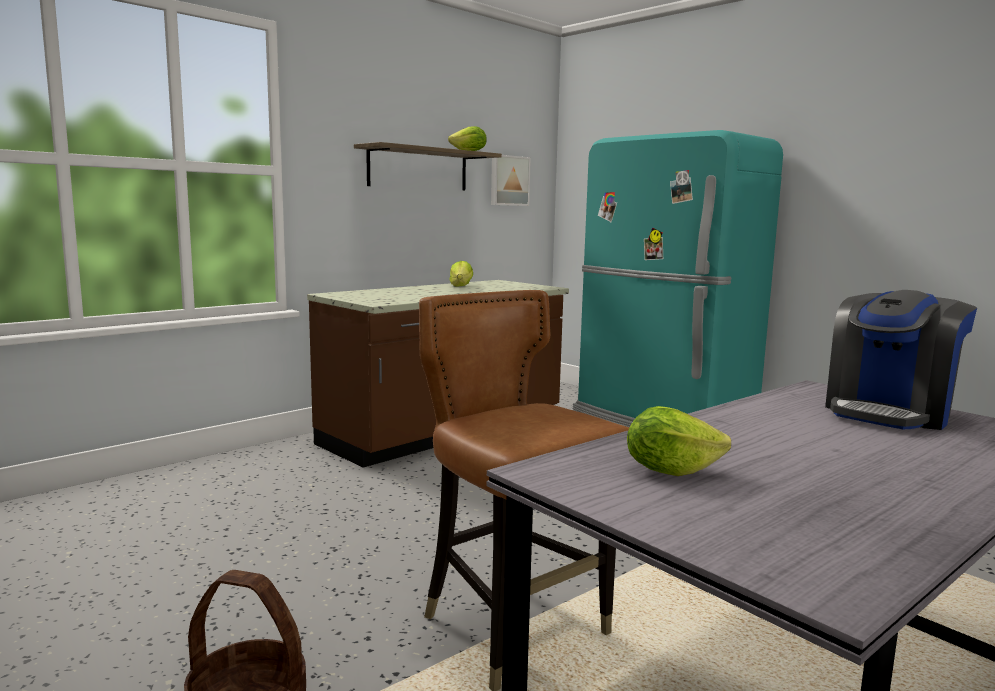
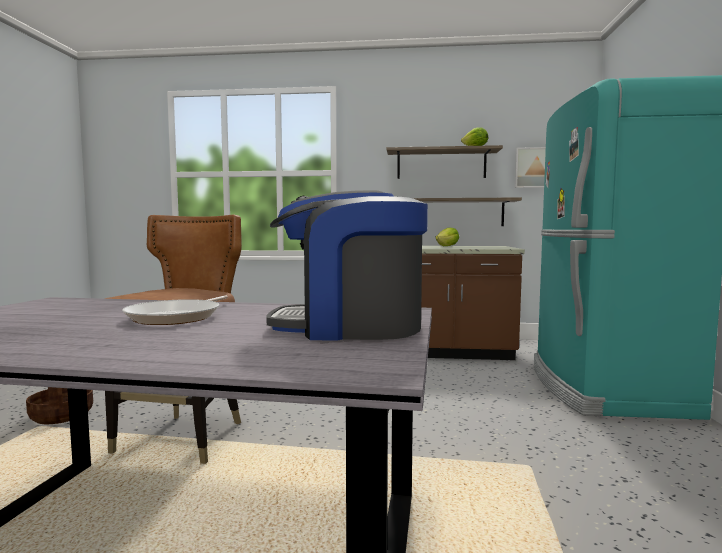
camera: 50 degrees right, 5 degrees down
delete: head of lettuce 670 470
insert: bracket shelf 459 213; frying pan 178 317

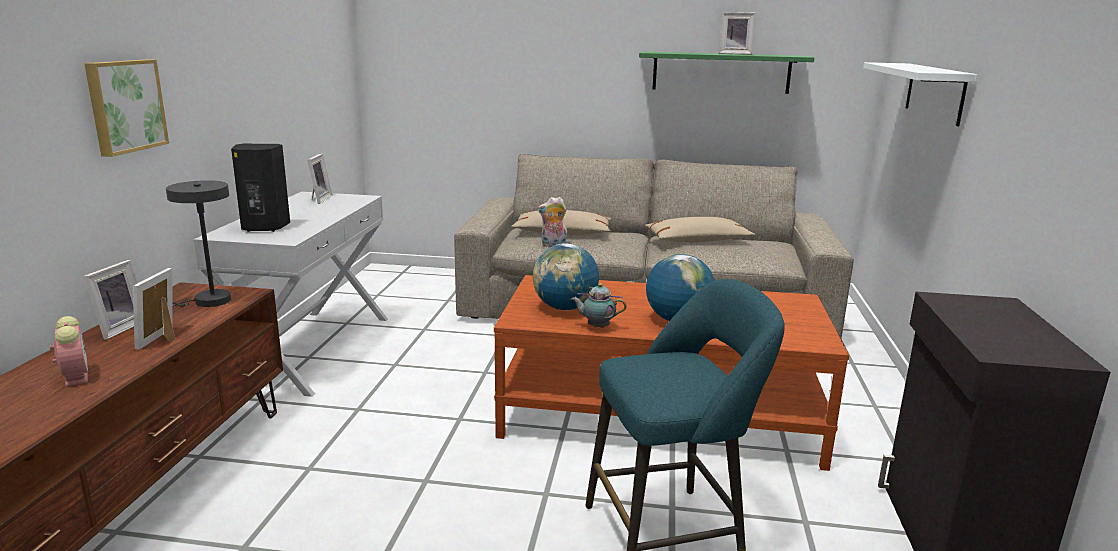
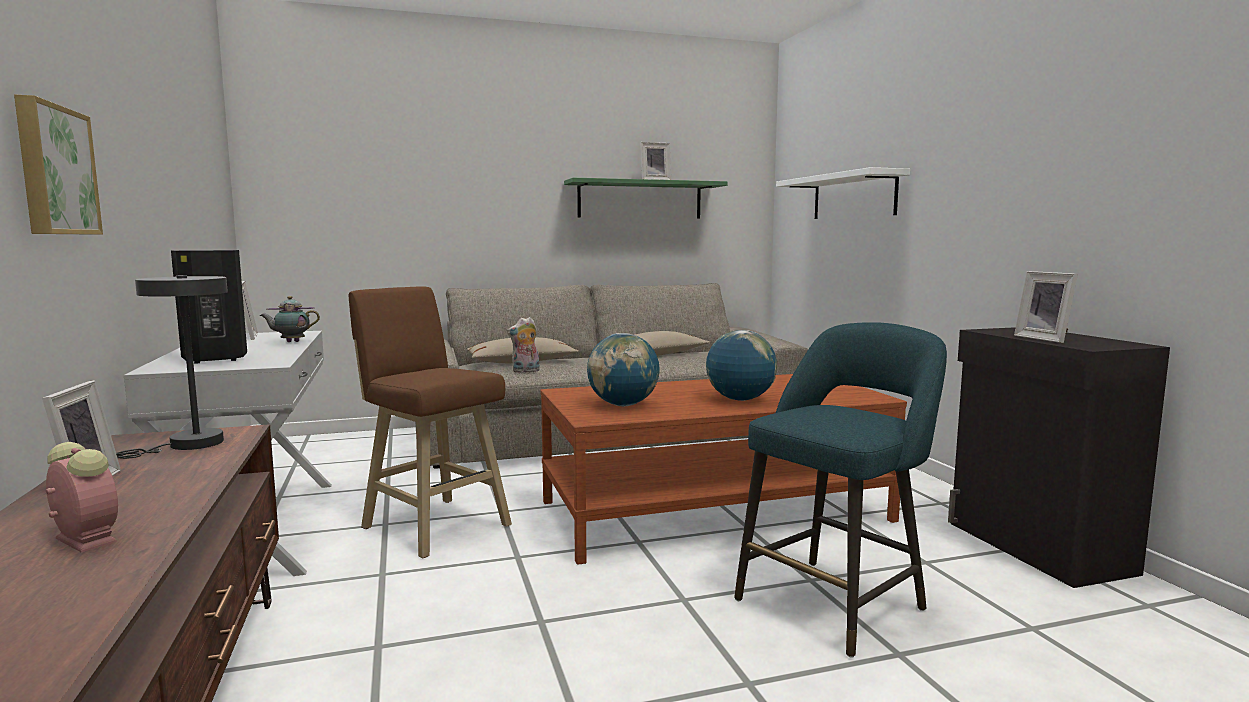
camera: 25 degrees left, 10 degrees down
insert: brownish stool seat 433 525
move: standing frame 164 339 to 1045 339; pot for tea 596 327 to 291 342

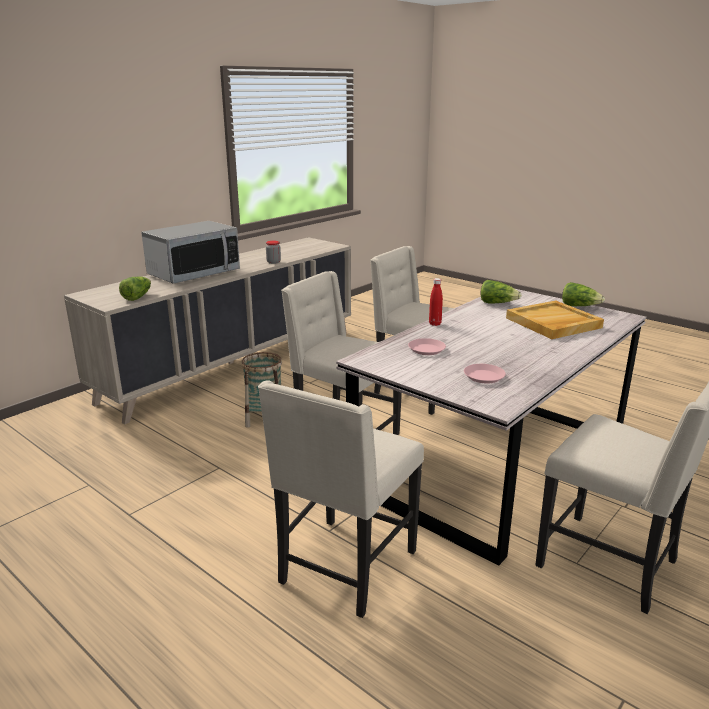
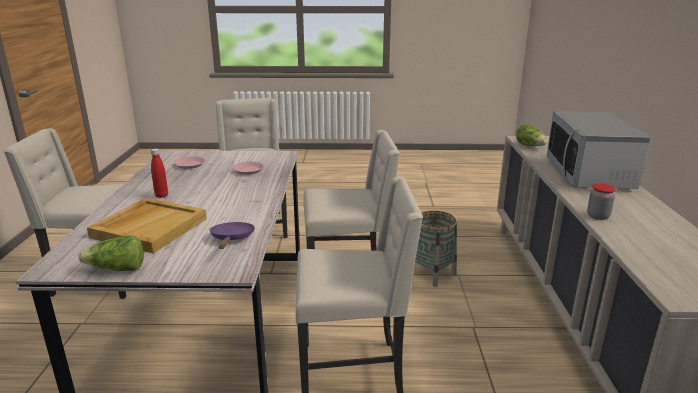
camera: 140 degrees right, 0 degrees up
move: red-coloured drink bottle 435 324 to 161 195
replace: head of lettuce 497 303 to purple frying pan 232 239

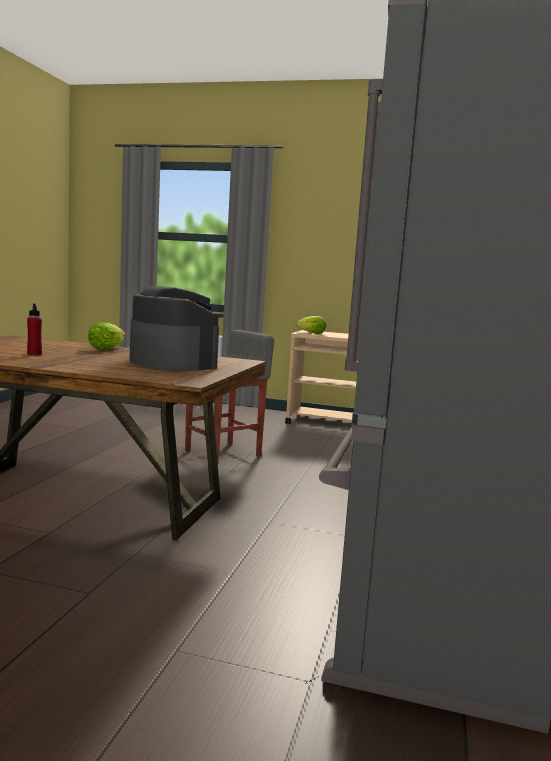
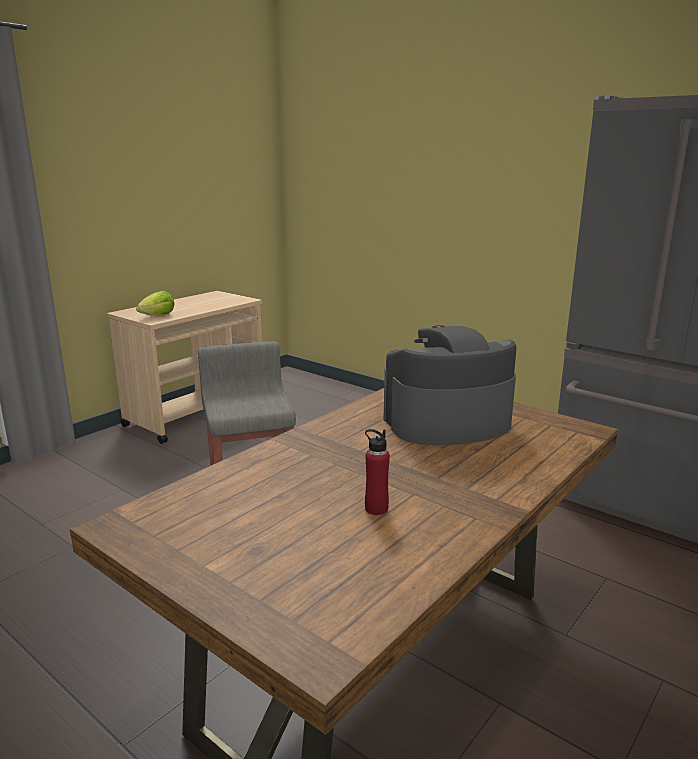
camera: 65 degrees left, 10 degrees up
delete: head of lettuce 106 349

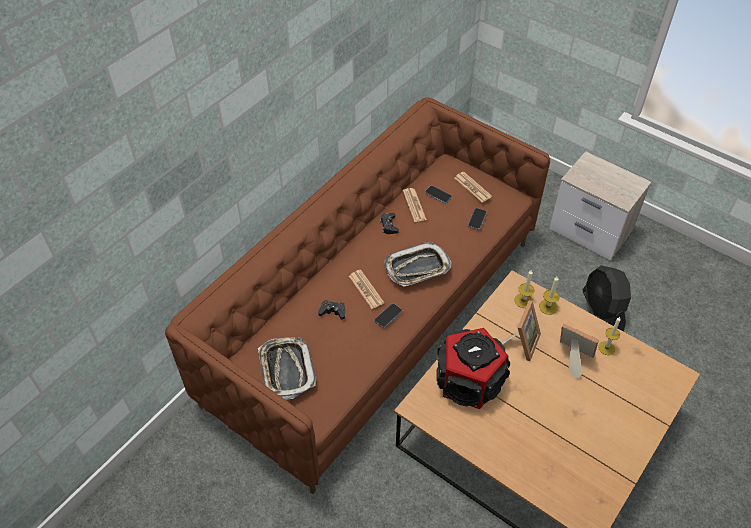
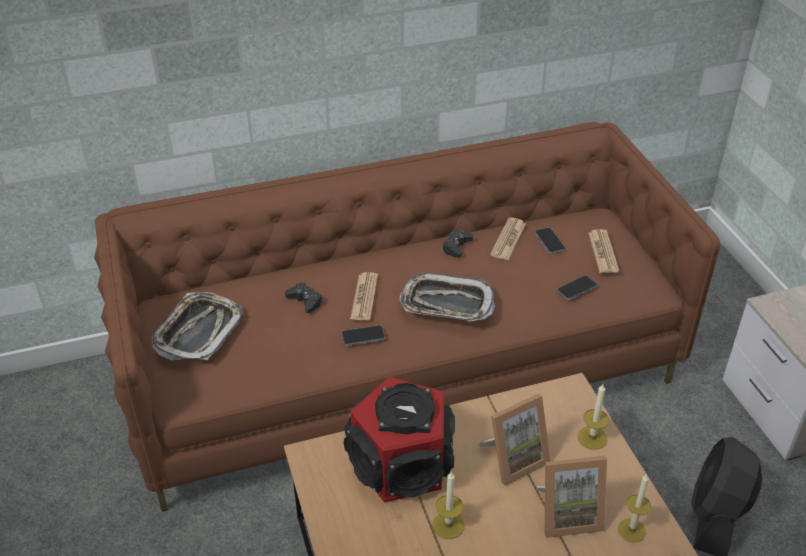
camera: 35 degrees right, 10 degrees down
move: candle 523 300 to 448 525
rotate: standing frame 572 358 = 568 514 105 degrees clockwise

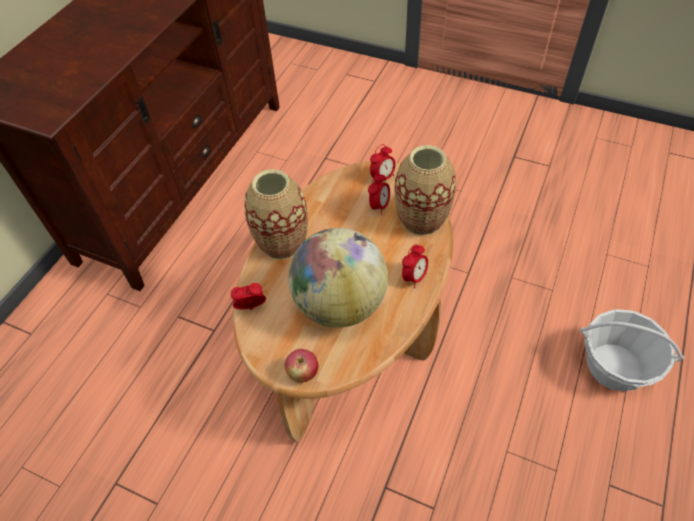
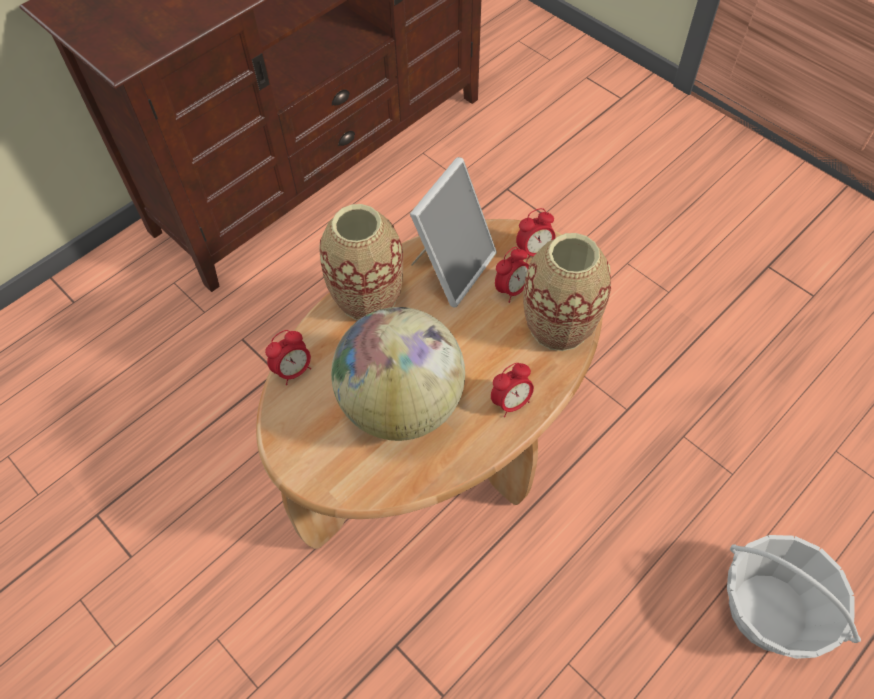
camera: 20 degrees right, 5 degrees up
delete: apple fruit 303 373
insert: standing frame 451 267
rotate: alarm clock 251 308 = 293 370 135 degrees clockwise

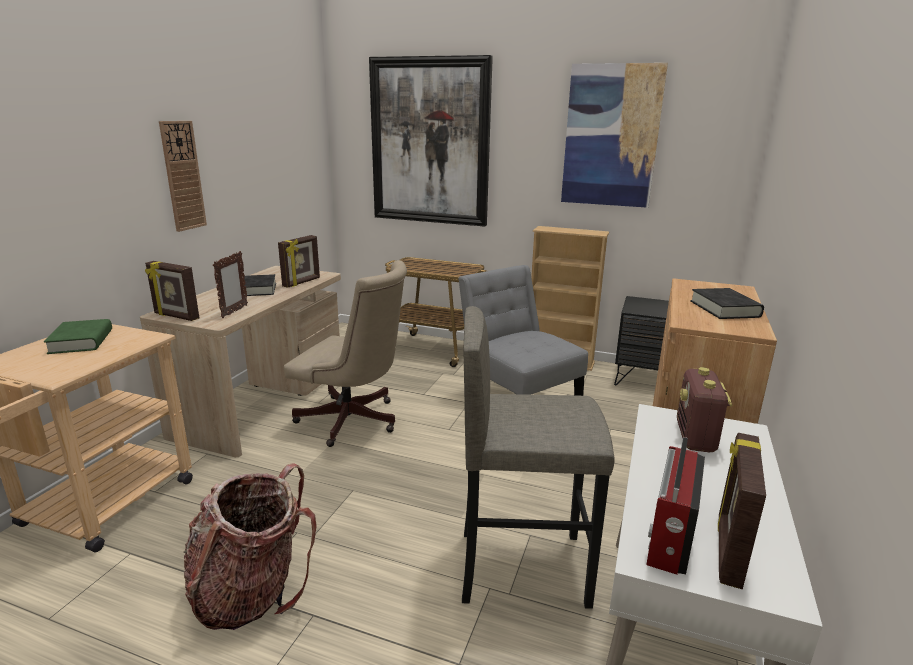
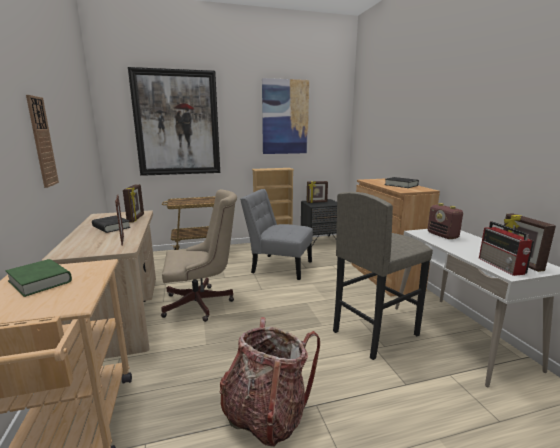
camera: 35 degrees left, 5 degrees down
move: standing frame 176 316 to 317 202

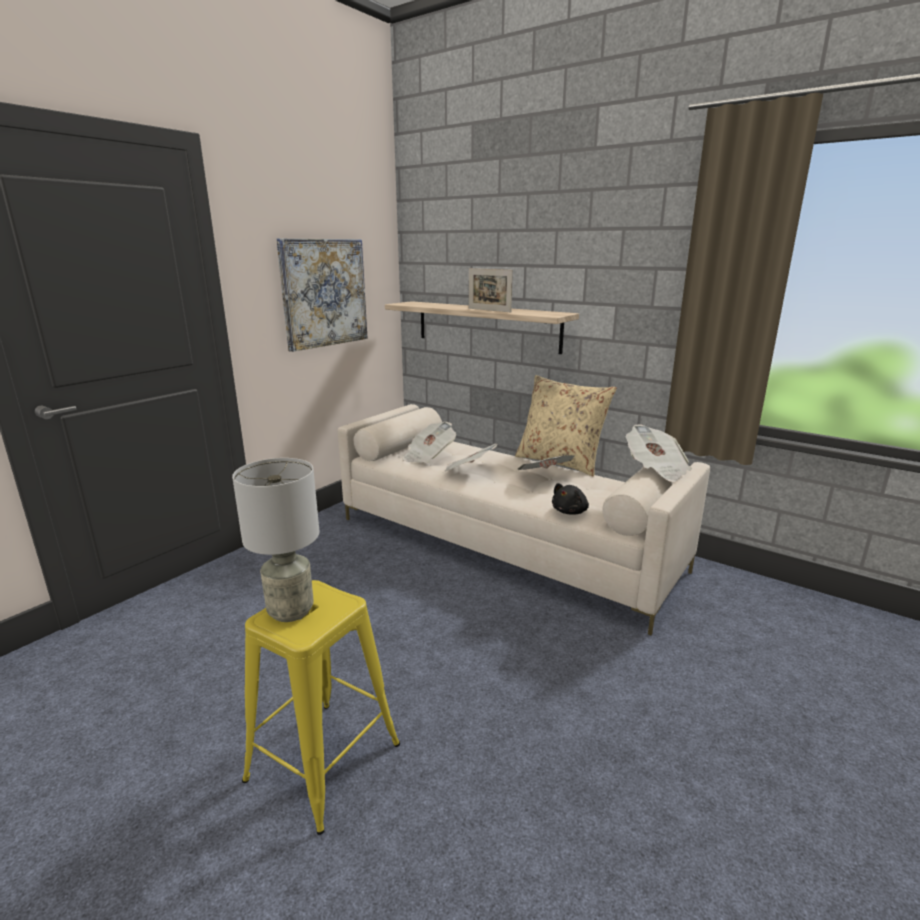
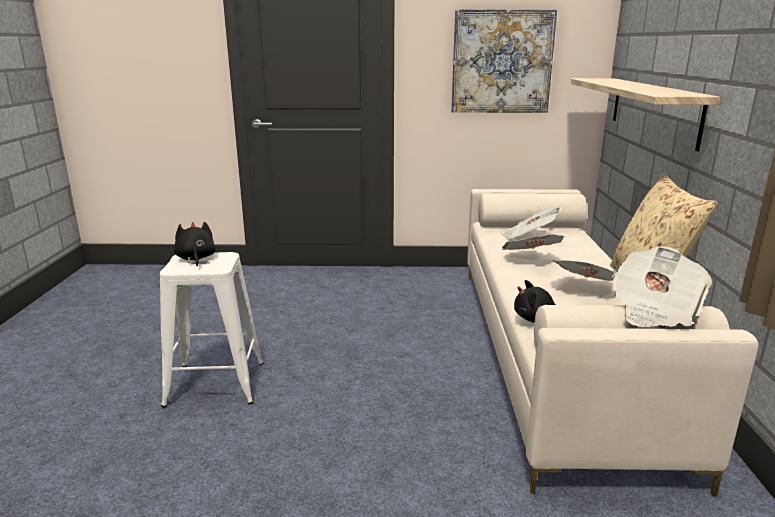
camera: 55 degrees right, 0 degrees up
delete: standing frame 489 310
replace: greyish table lamp 291 611 to black cuddly toy 195 258
recolor: yellow stool seat 323 762 to white stool seat 215 383

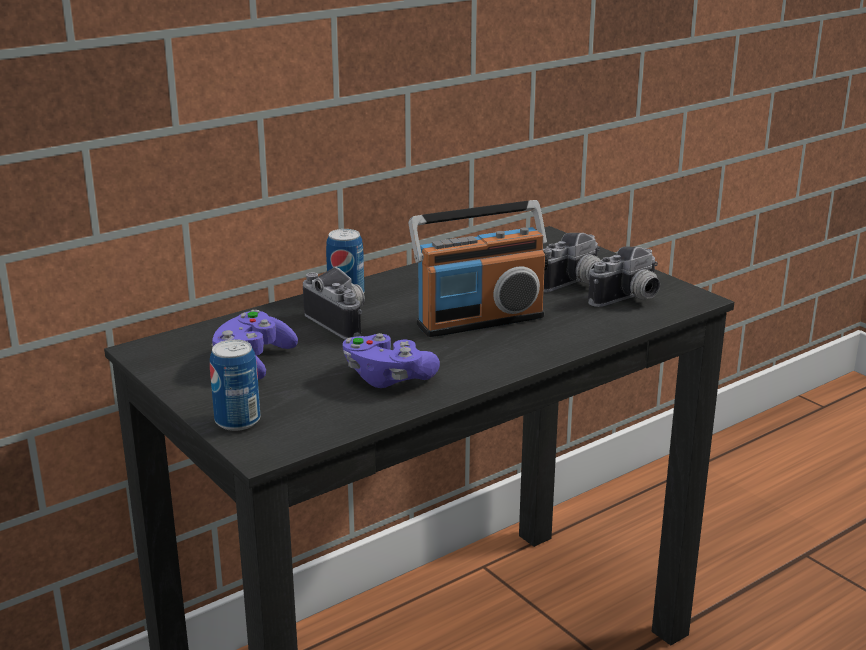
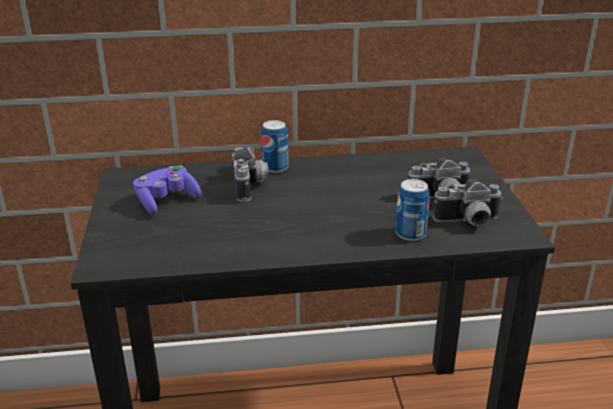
camera: 30 degrees right, 5 degrees up
delete: radio 479 320; purple game controller 388 378
move: can 237 421 to 410 233

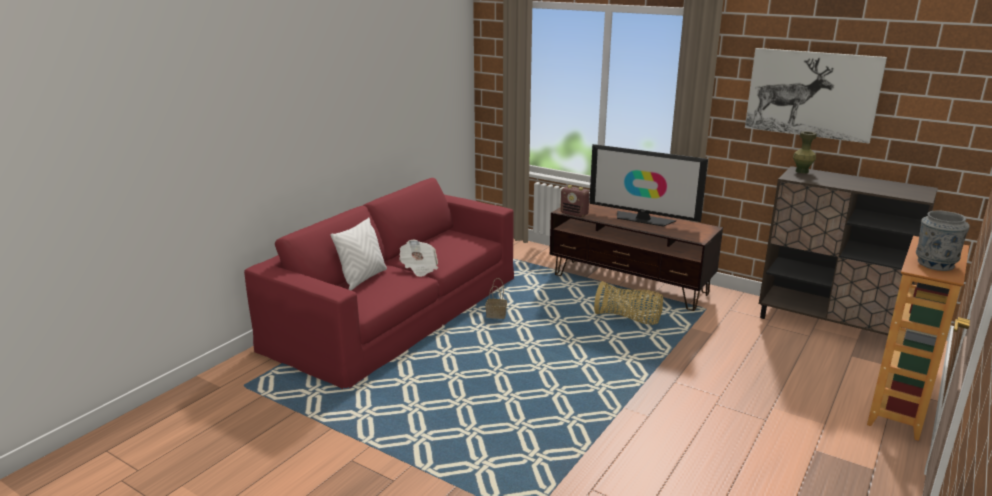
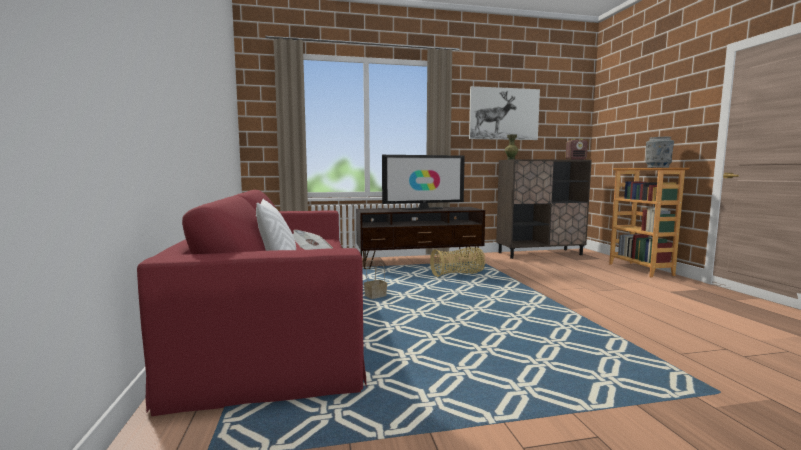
camera: 45 degrees left, 15 degrees down
move: radio 574 214 to 576 159

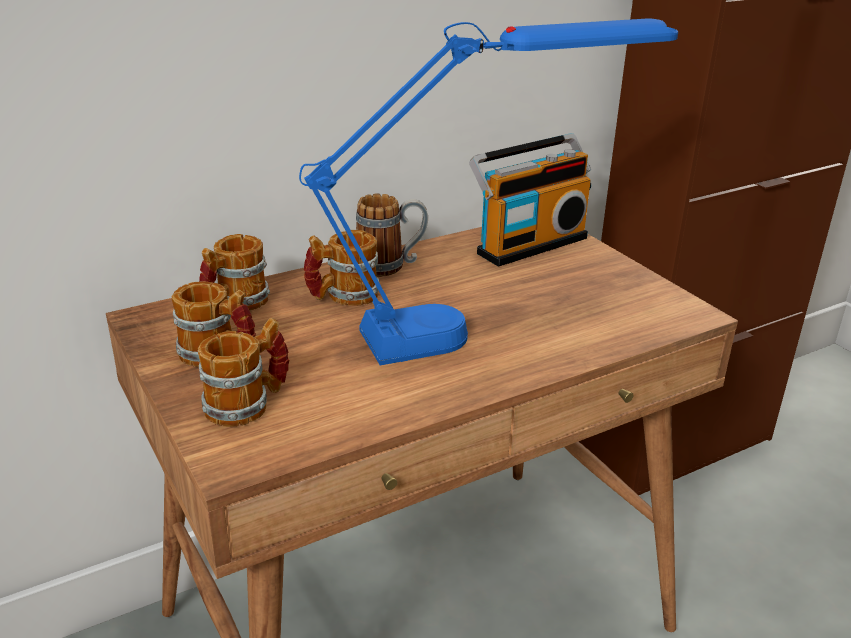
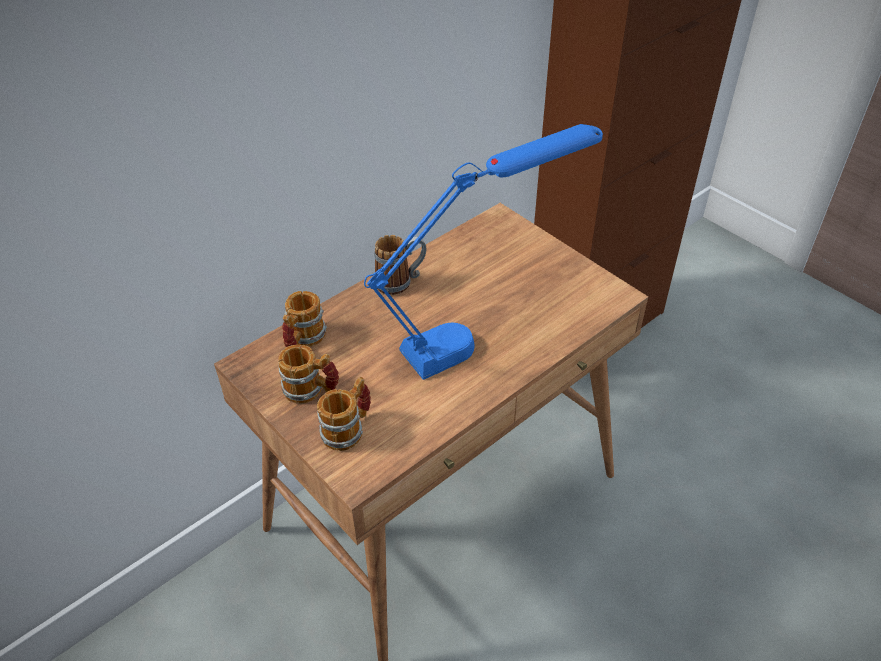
camera: 10 degrees left, 15 degrees up
delete: radio 528 243; mug 342 296

